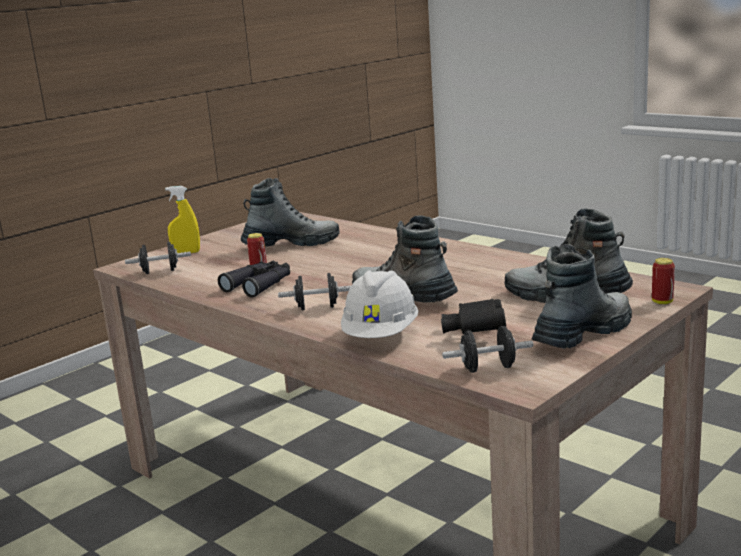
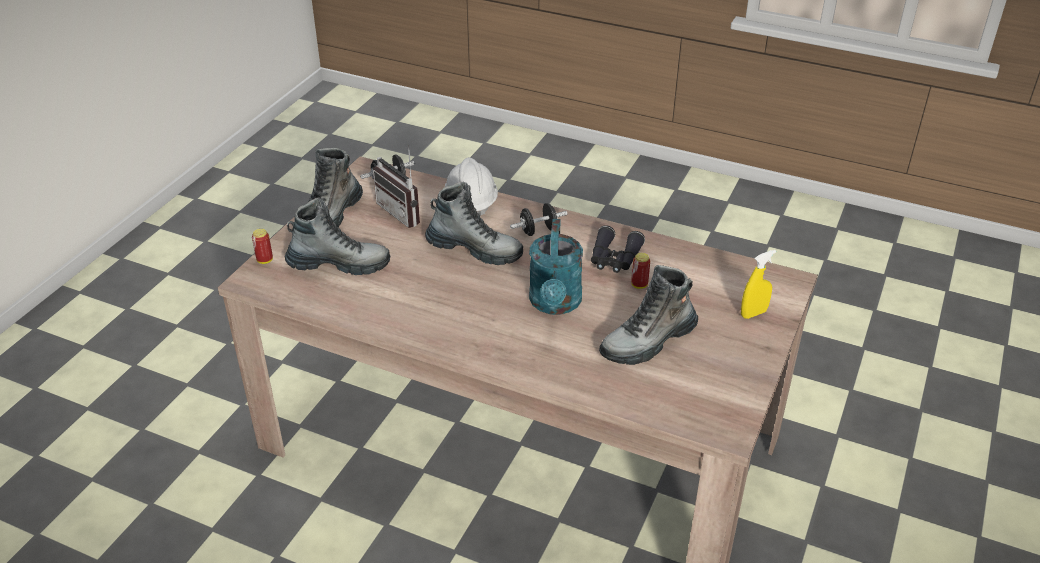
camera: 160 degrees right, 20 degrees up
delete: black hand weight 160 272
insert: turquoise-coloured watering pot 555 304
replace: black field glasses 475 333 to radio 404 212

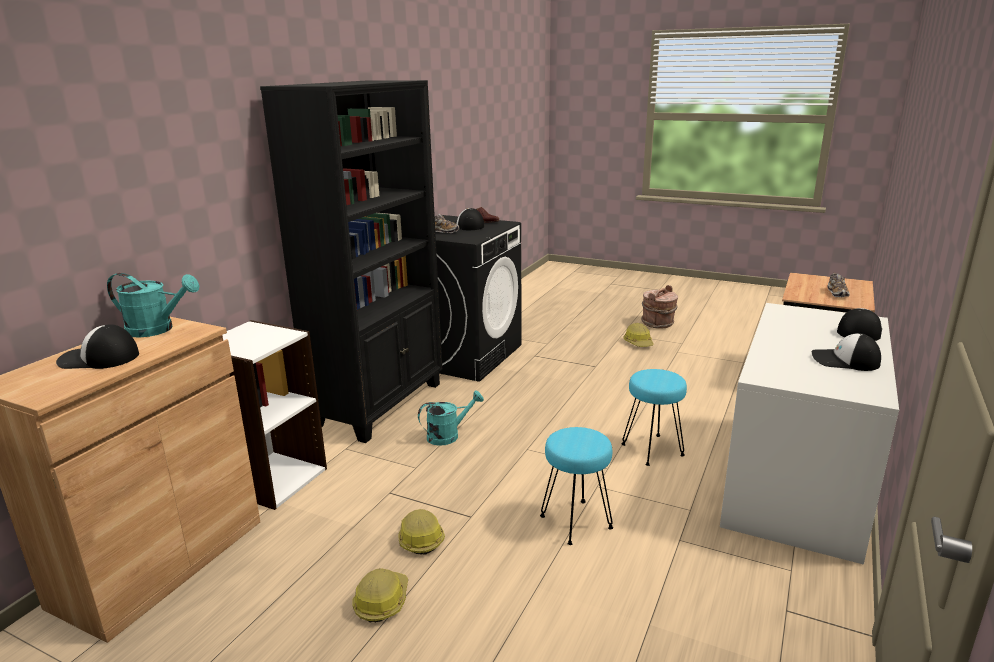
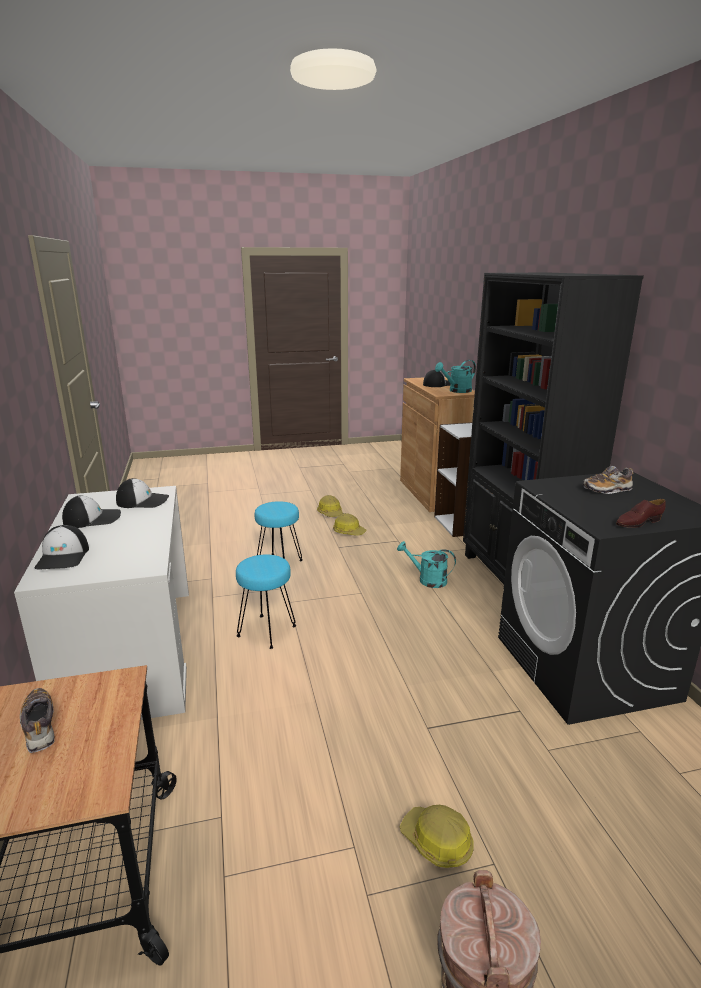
camera: 140 degrees right, 0 degrees up
move: cap 465 226 to 143 501
rotate: turquoise-coloured watering pot 448 435 = 427 580 90 degrees clockwise

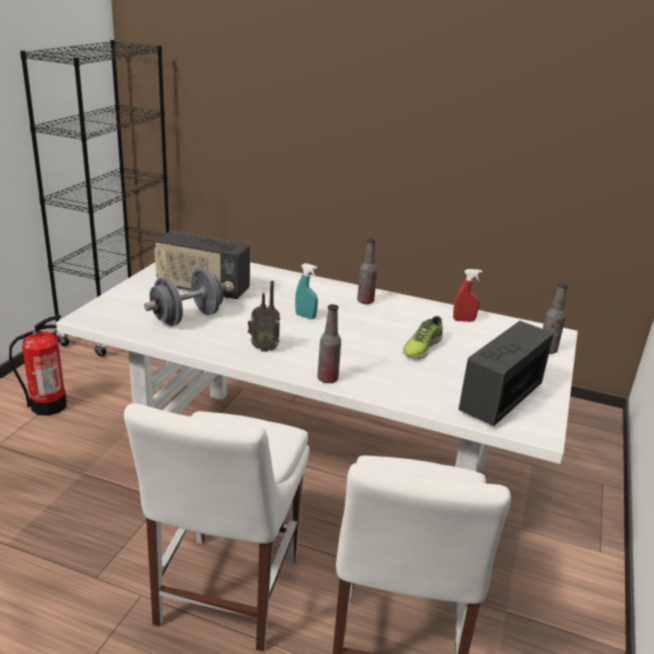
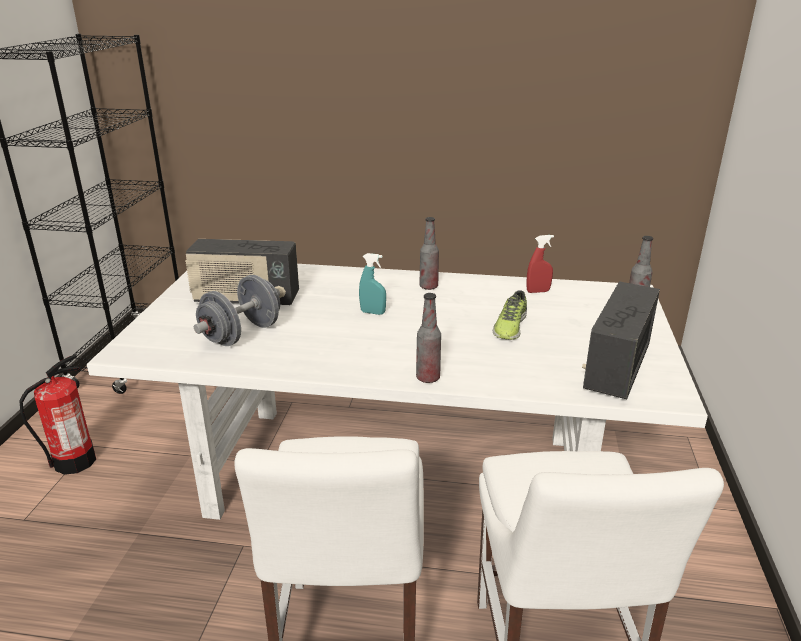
camera: 10 degrees left, 0 degrees up
delete: radio 264 348

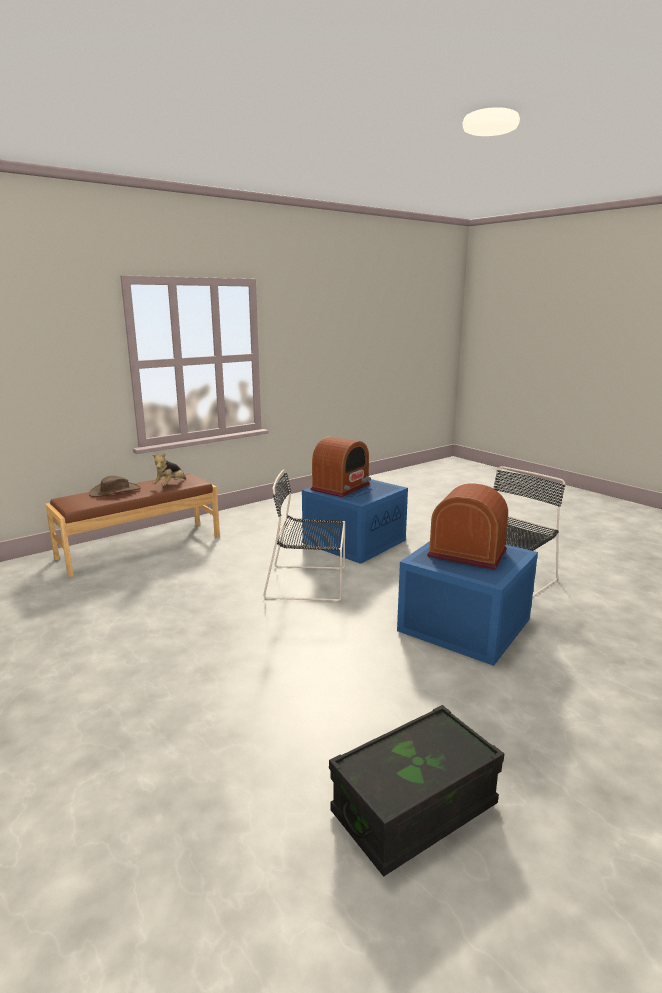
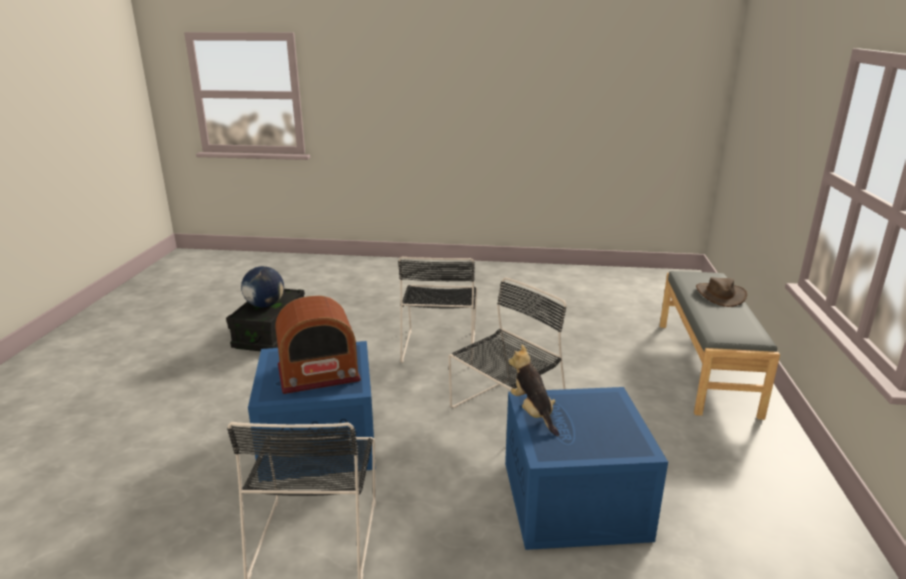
camera: 135 degrees right, 5 degrees up
delete: radio 341 487
insert: black chair 439 345; desk globe 265 305
move: cuddly toy 170 485 to 533 412
recolor: brownish bench 140 547 to greyish bench 706 366

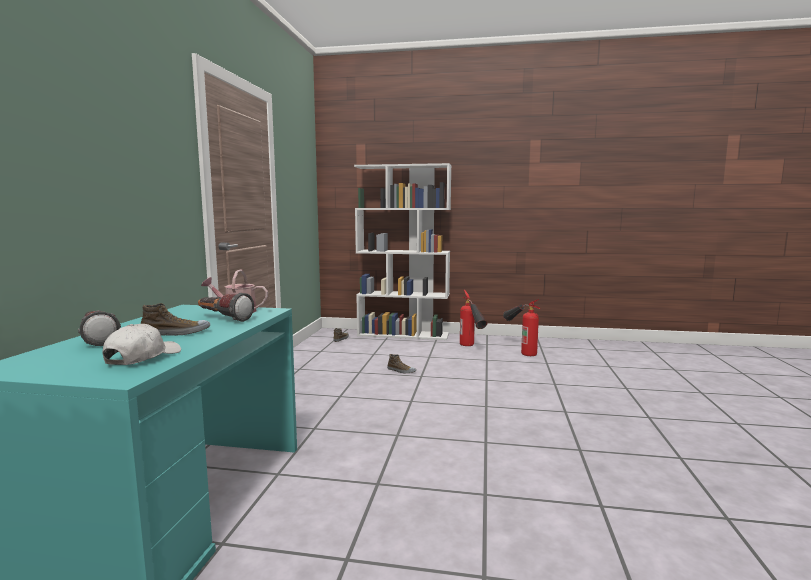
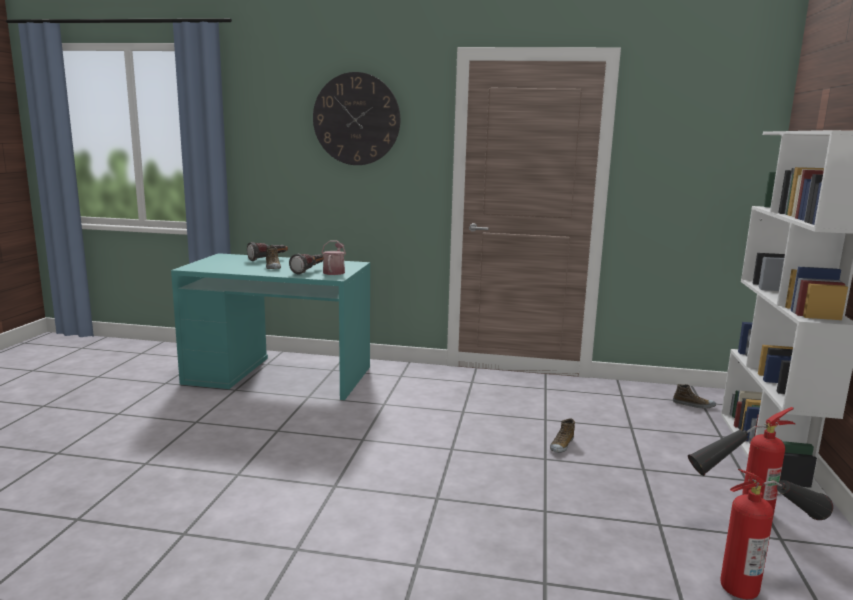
camera: 90 degrees right, 5 degrees up
delete: white cap 142 357
insert: clock on the wall 356 119

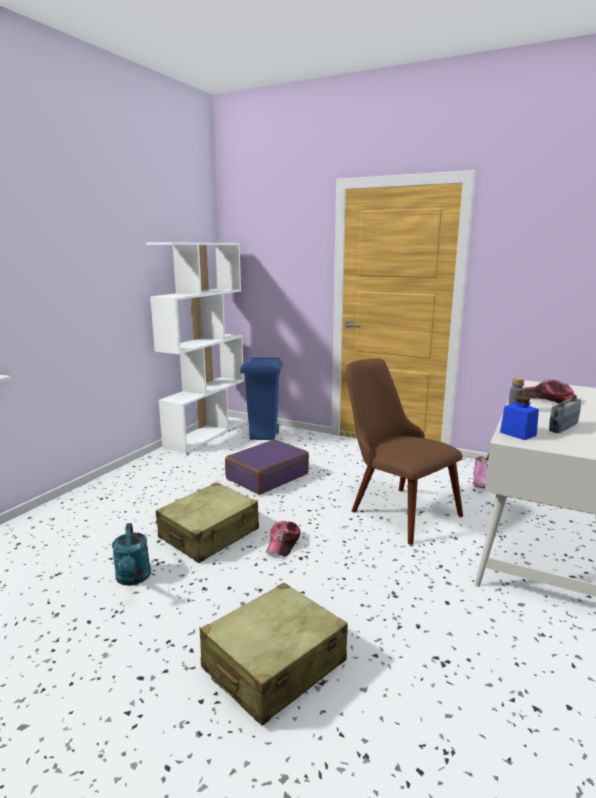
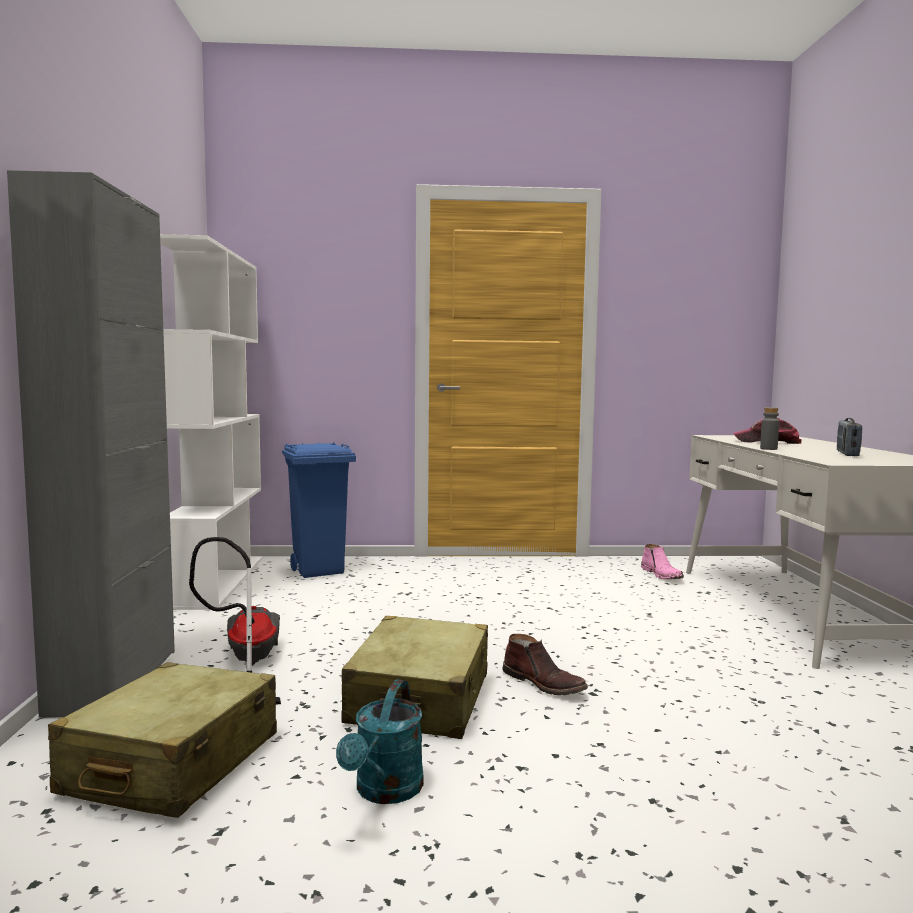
camera: 30 degrees left, 10 degrees down
delete: brownish chair 394 508; blue-coloured preserve jar 518 434; purple piece of luggage 267 476
insert: greyish cabinet 114 681; vacuum cleaner 245 664
move: beige-coloured piece of luggage 273 665 to 172 764
replace: cap 283 543 to brownish tall boot 544 683
rotate: turquoise-coloured watering pot 133 579 = 385 792 60 degrees clockwise

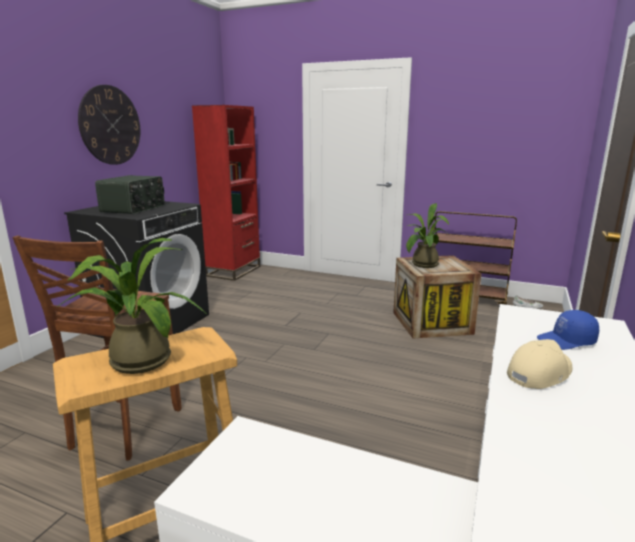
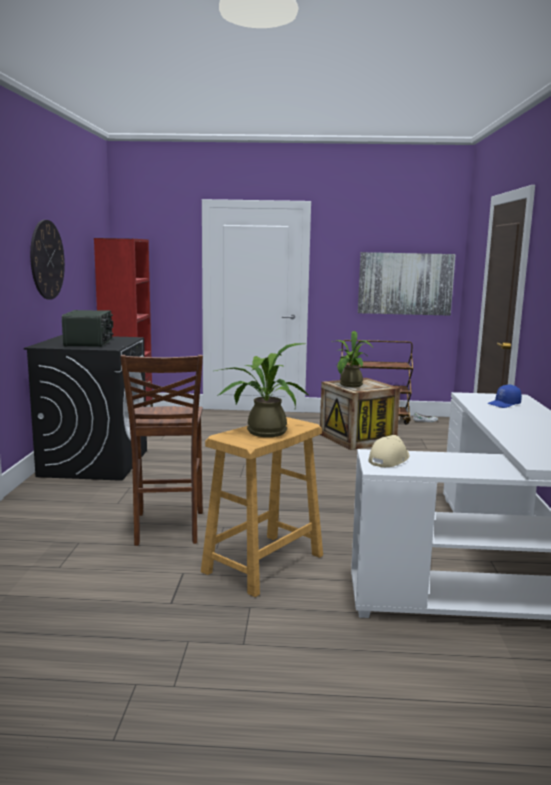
camera: 20 degrees left, 5 degrees down
insert: picture 405 283
move: beige-coloured cap 539 373 to 389 460

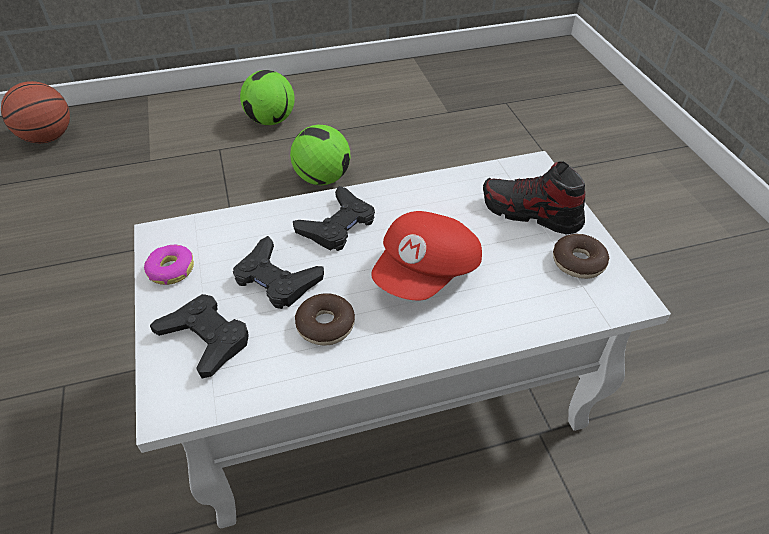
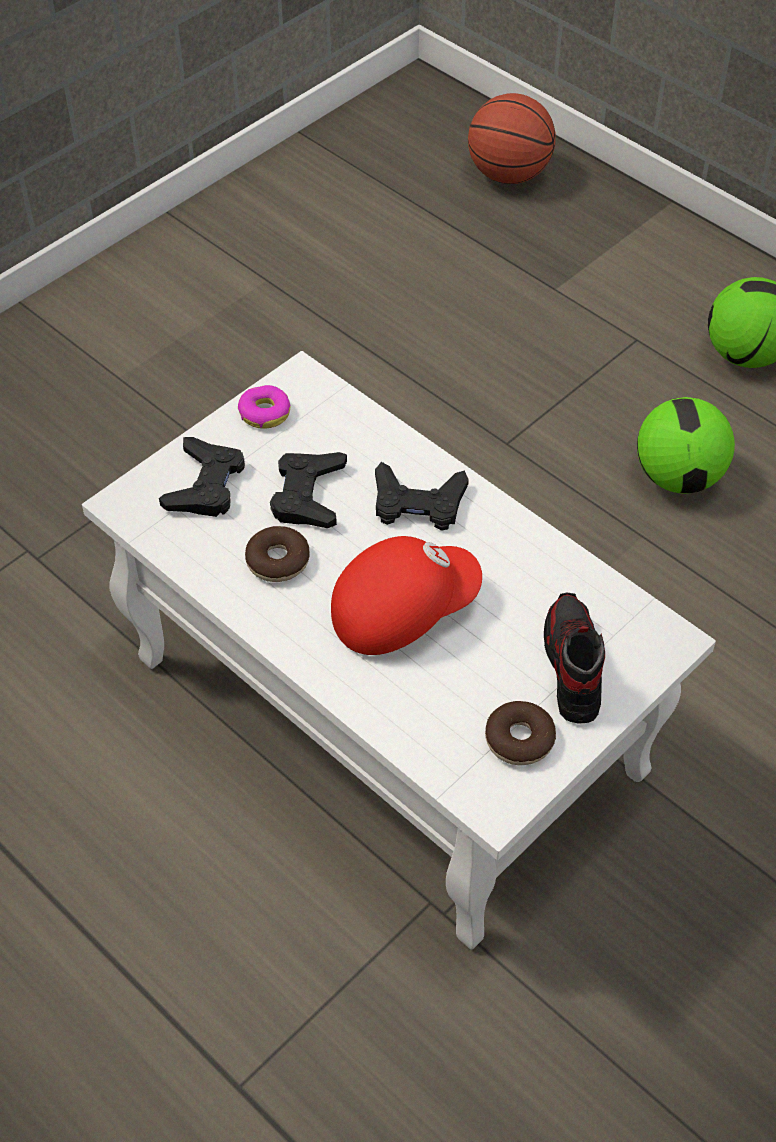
camera: 60 degrees right, 5 degrees up
rotate: red-coloured cap 427 273 = 402 610 150 degrees clockwise

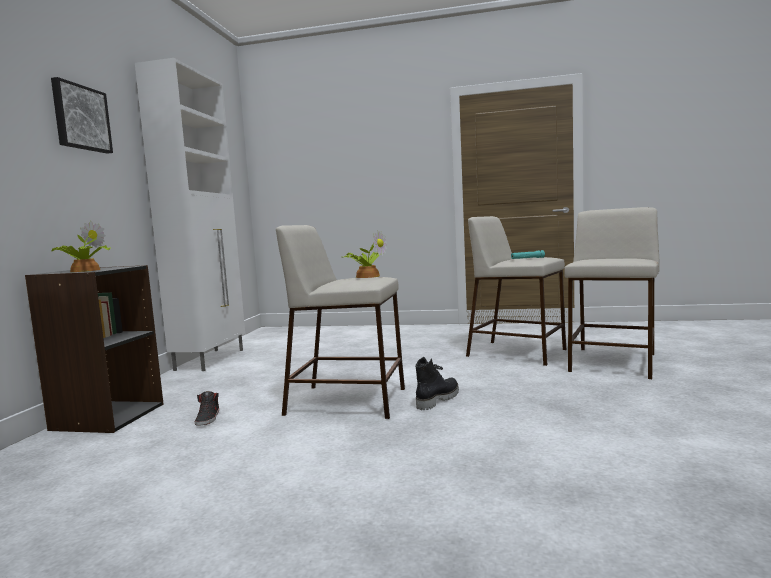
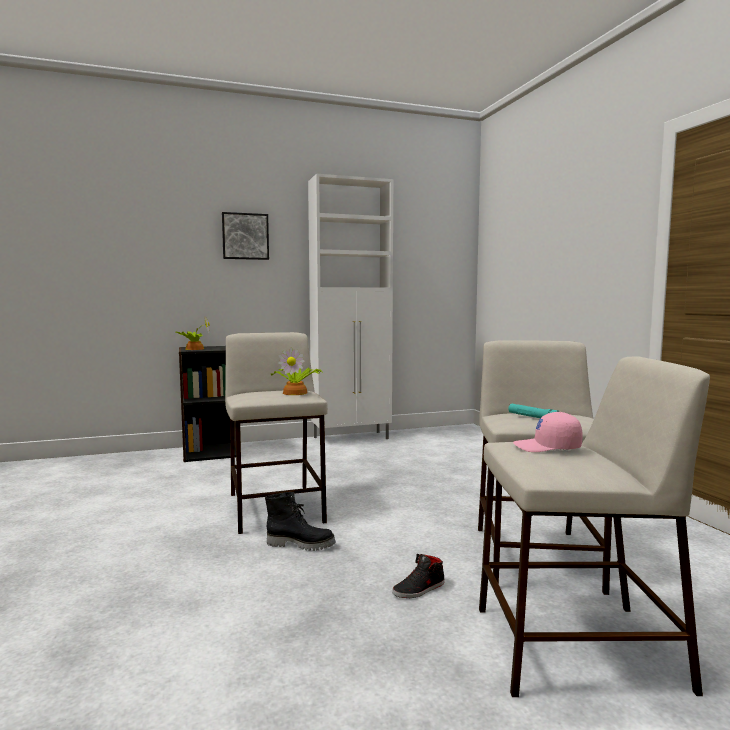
camera: 60 degrees right, 0 degrees up
insert: pink-coloured cap 547 447
move: black shoe 208 418 to 419 589

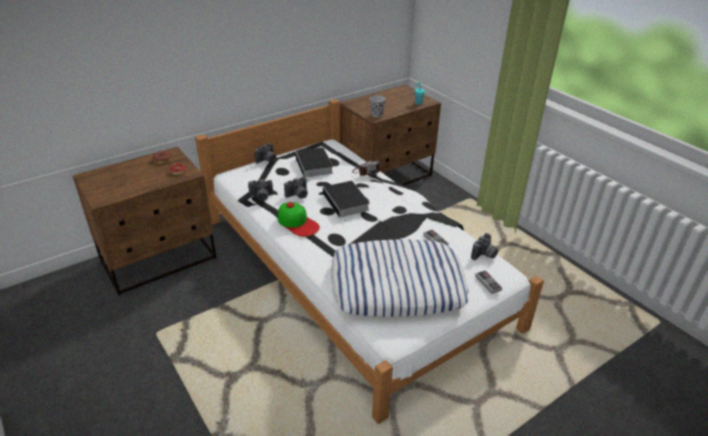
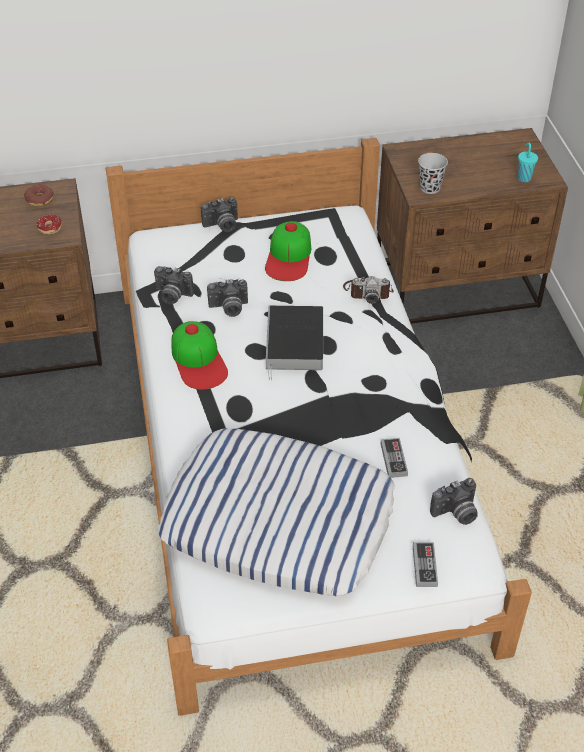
camera: 25 degrees right, 10 degrees up
replace: bound book 314 166 to cap 289 257

